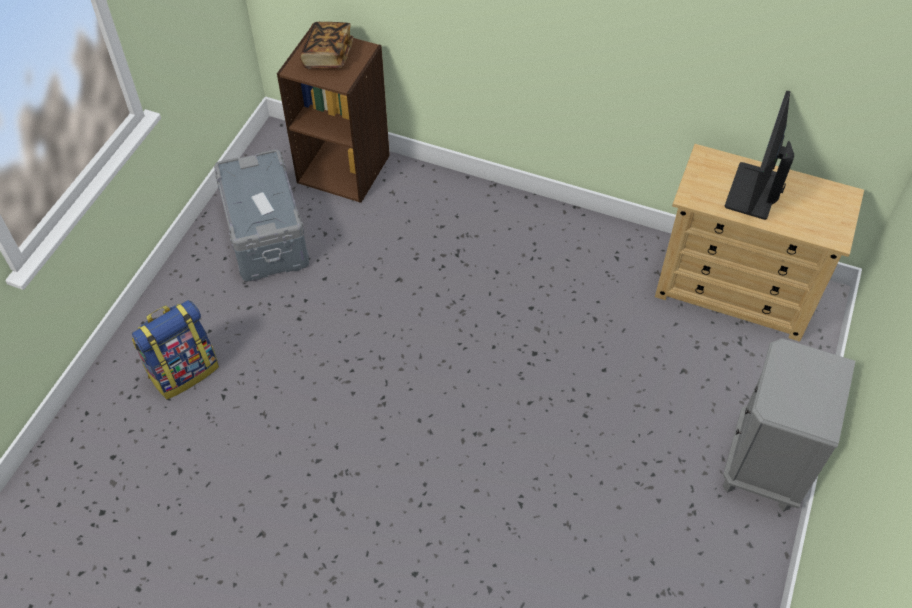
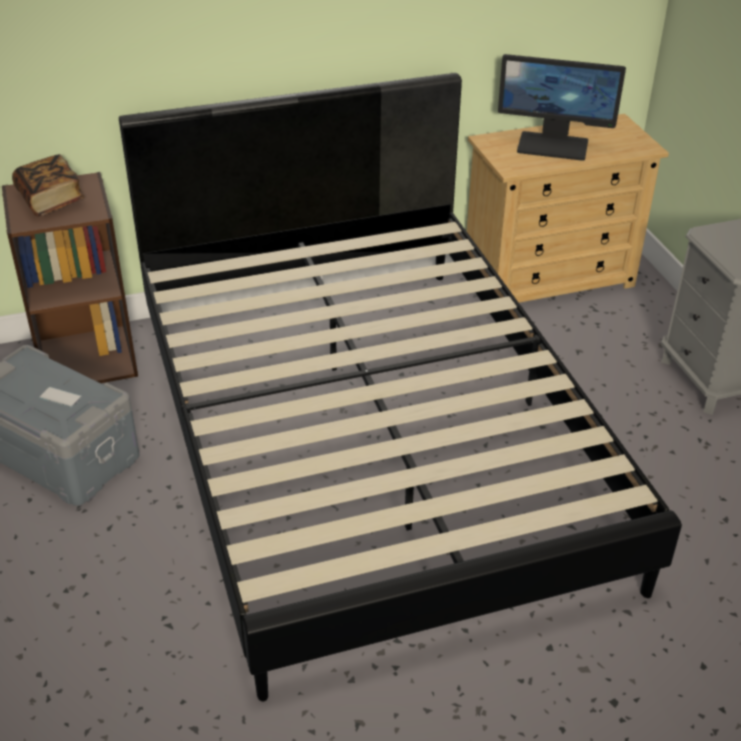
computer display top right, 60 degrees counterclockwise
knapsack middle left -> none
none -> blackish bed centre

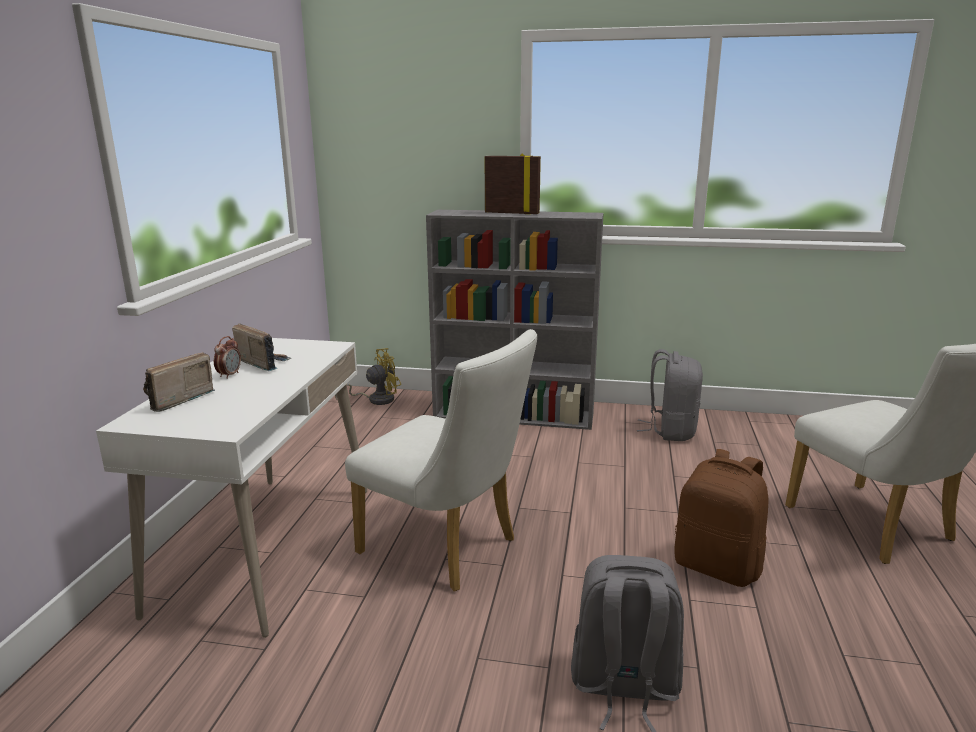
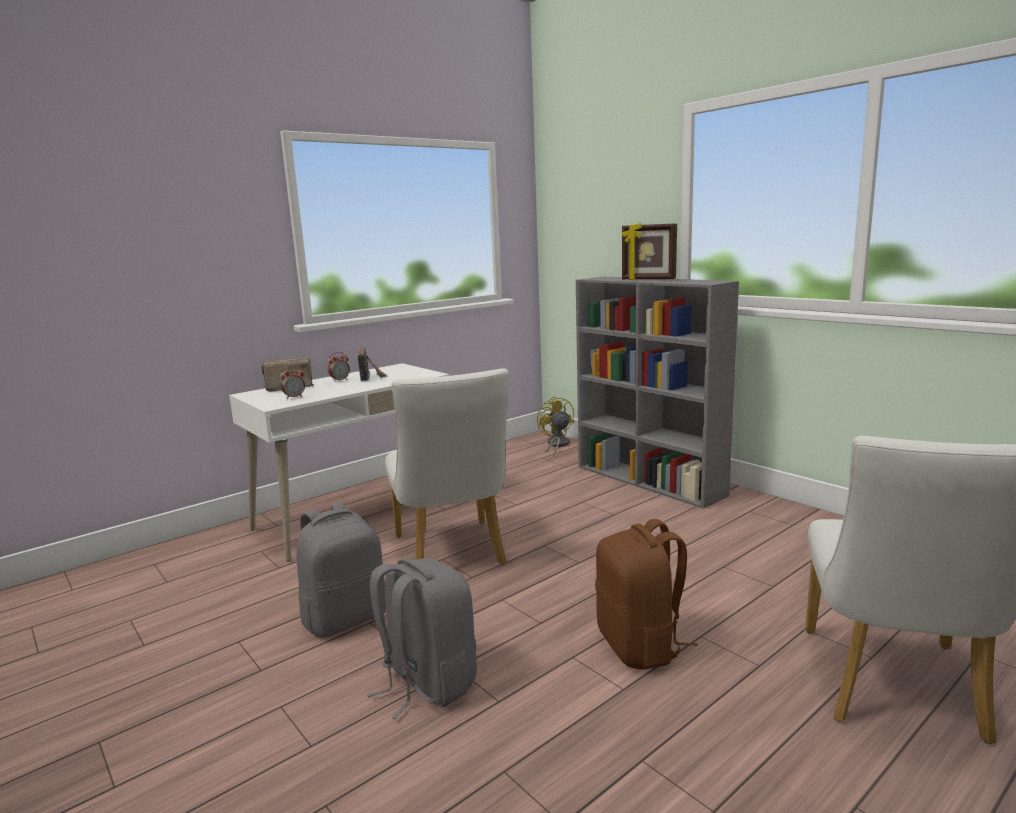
standing frame top centre, 150 degrees clockwise
yellowish cooling fan centre, 120 degrees counterclockwise
gray knapsack (no. 2 from left in the first image) middle right -> gray knapsack (no. 1 from left) bottom centre, relocated
none -> table clock (no. 1 from left) middle left

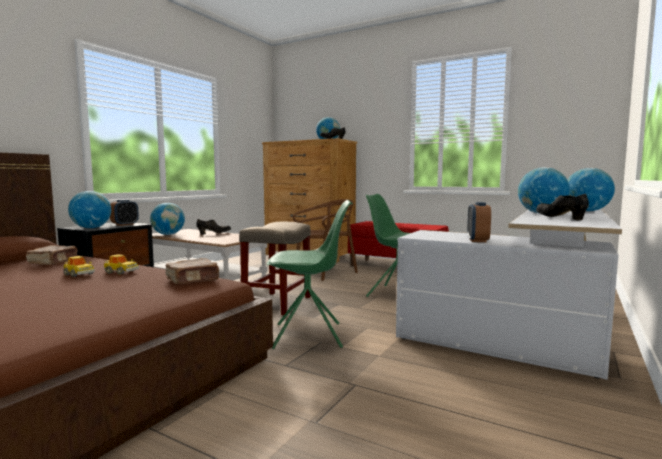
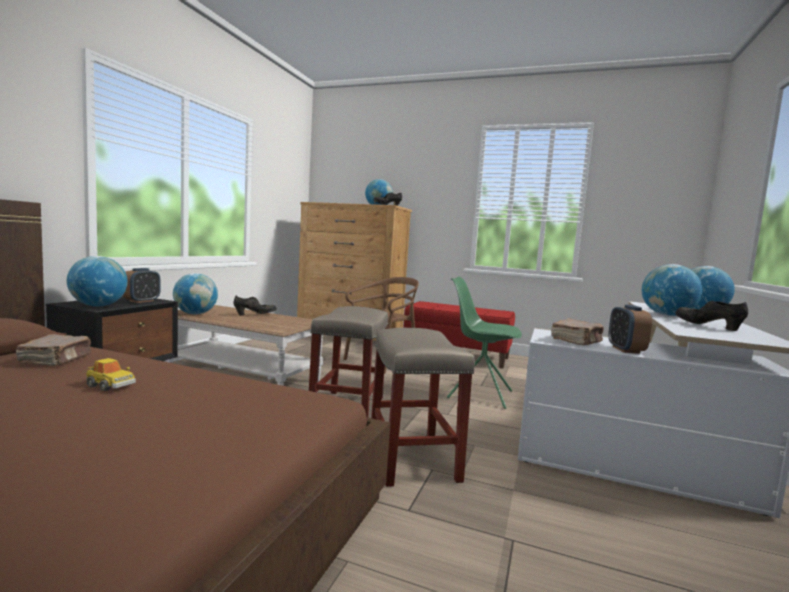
greenish chair (no. 1 from left) centre -> sand-coloured sitting stool (no. 2 from left) bottom centre
toy car (no. 2 from left) middle left -> none
brownish bound book (no. 2 from left) middle left -> brownish bound book (no. 2 from left) middle right, relocated

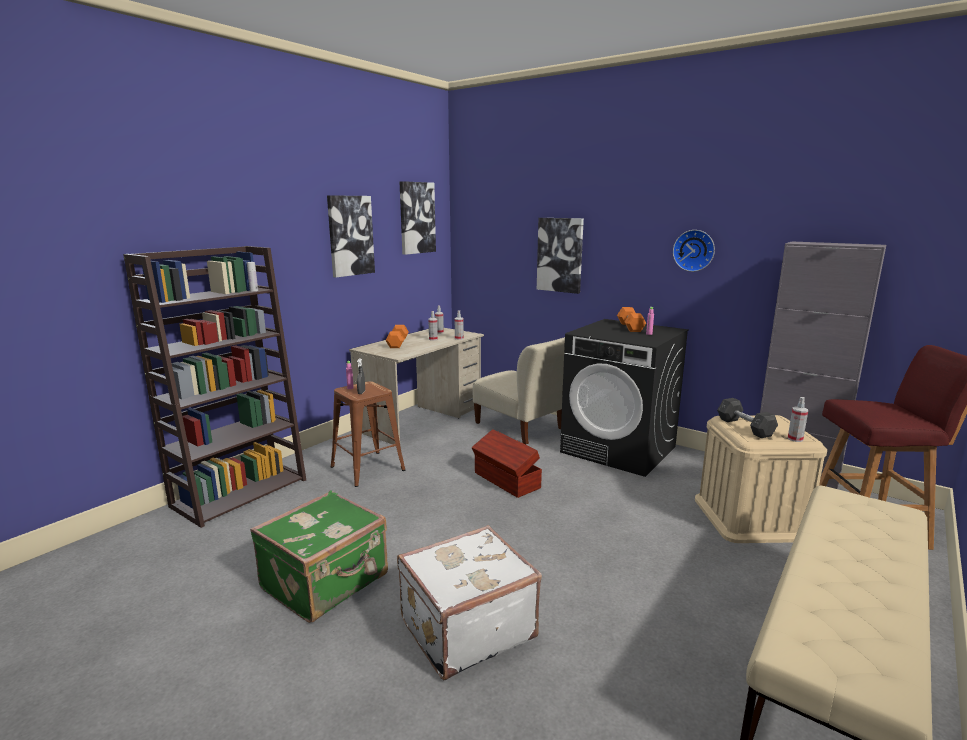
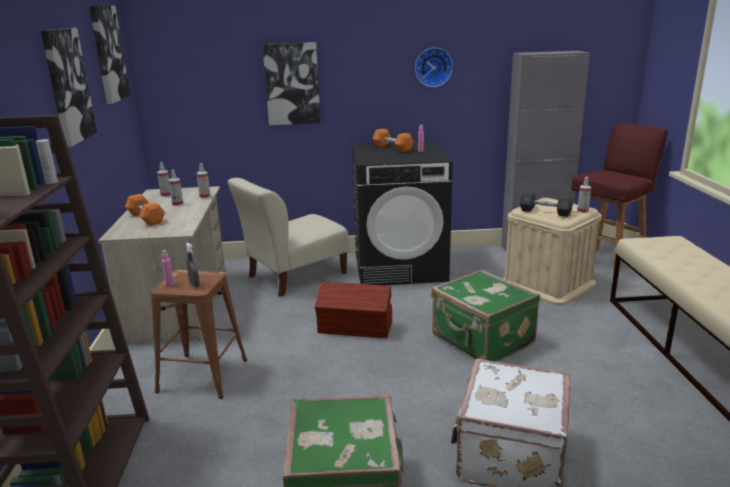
sand-coloured chair centre, 135 degrees clockwise
none -> greenish travel case (no. 2 from left) centre

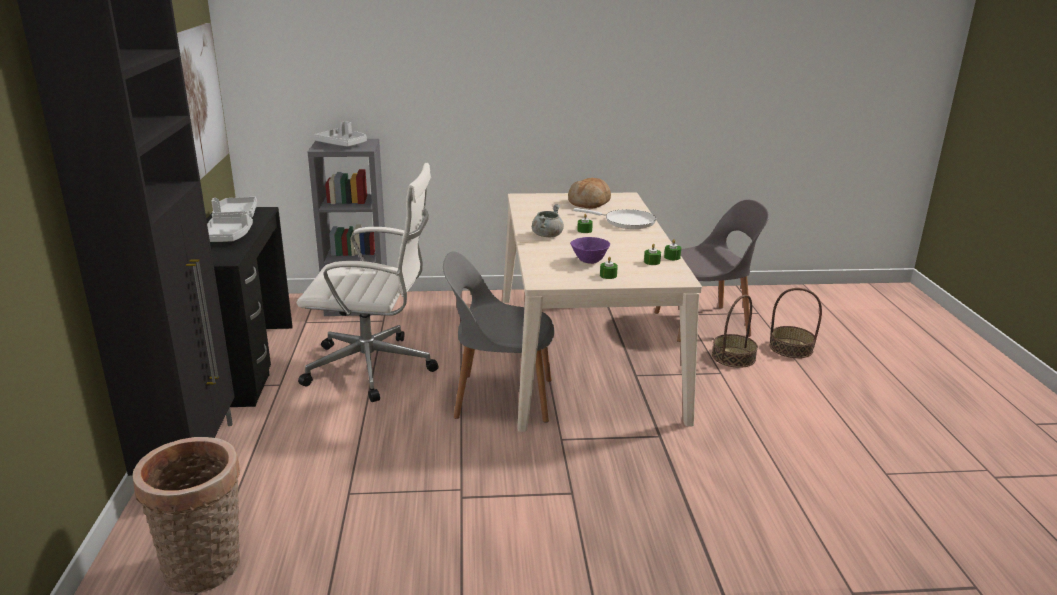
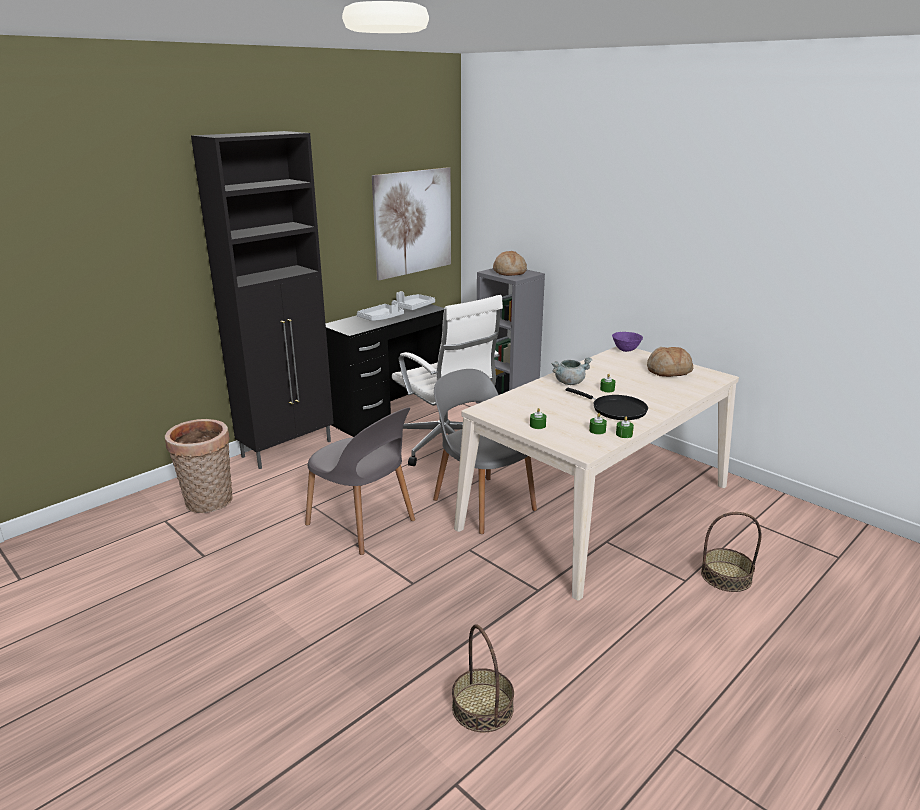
gray tray (no. 3 from left) top left -> bakery bread (no. 1 from left) top centre
gray chair (no. 2 from left in the first image) middle right -> gray chair (no. 1 from left) centre, relocated
white skillet centre -> none
purplish deep dish centre -> purplish deep dish middle right, relocated
household basket (no. 3 from left in the first image) middle right -> household basket (no. 2 from left) bottom centre, relocated
none -> blackish skillet centre

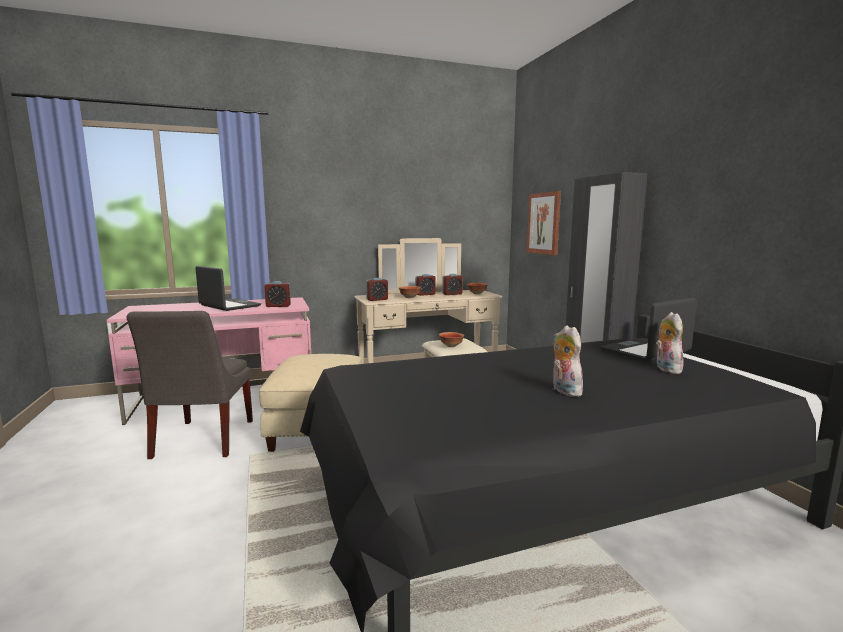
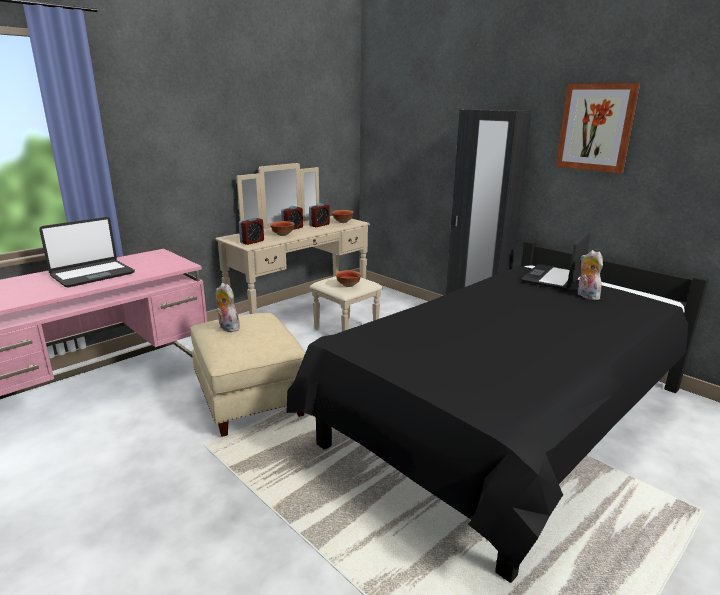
picture centre -> picture top right, relocated
laptop (no. 1 from left) middle left, 120 degrees clockwise
table clock (no. 1 from left) middle left -> none
gray chair middle left -> none
soft toy (no. 1 from left) middle right -> soft toy (no. 1 from left) middle left, relocated

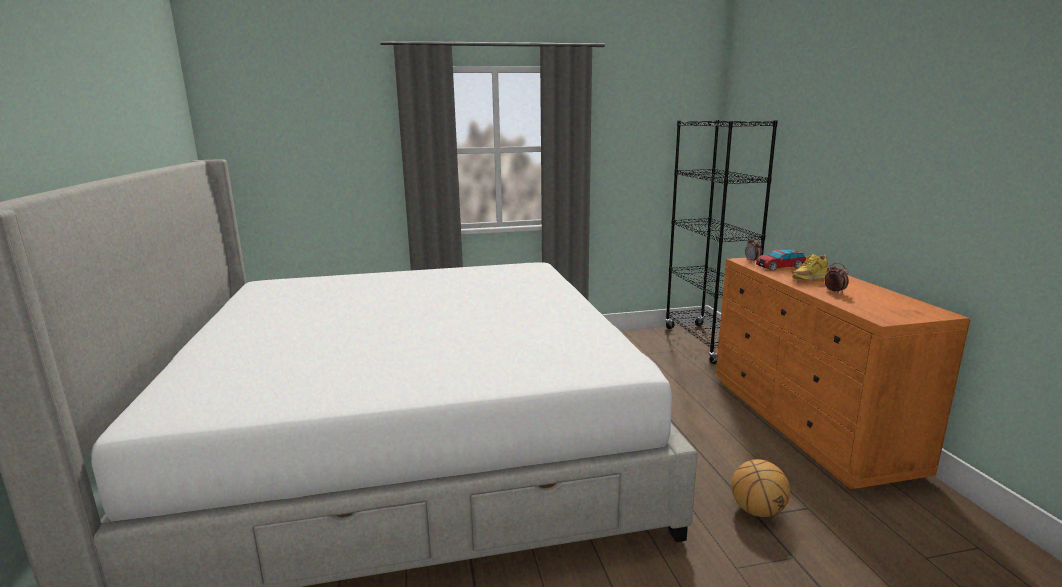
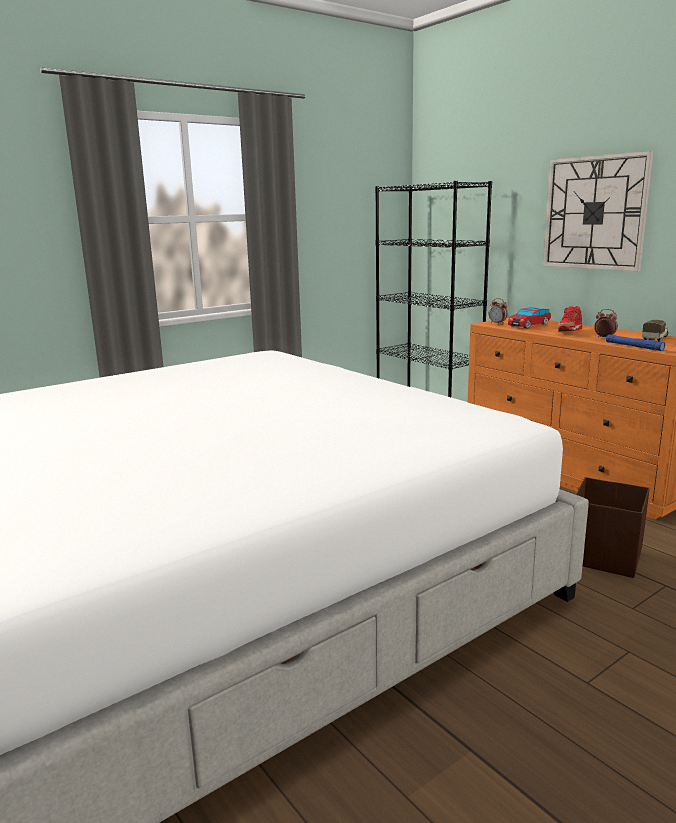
yellowish item of footwear middle right -> reddish item of footwear middle right
basketball ball bottom right -> brownish storage bin middle right
none -> clock on the wall top right
none -> toy lorry middle right
none -> bluish hand torch middle right

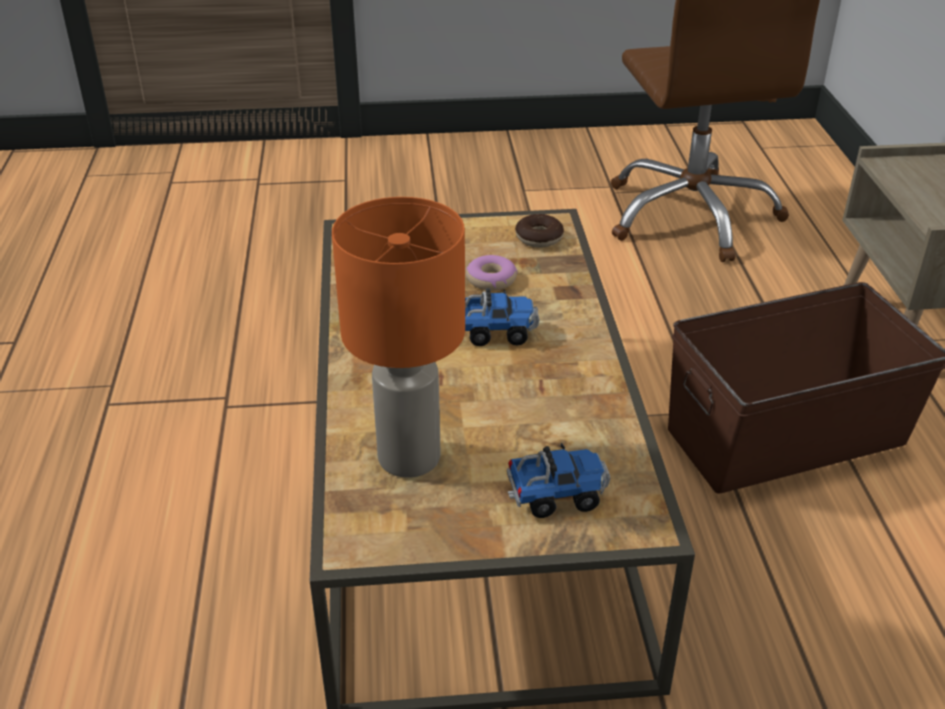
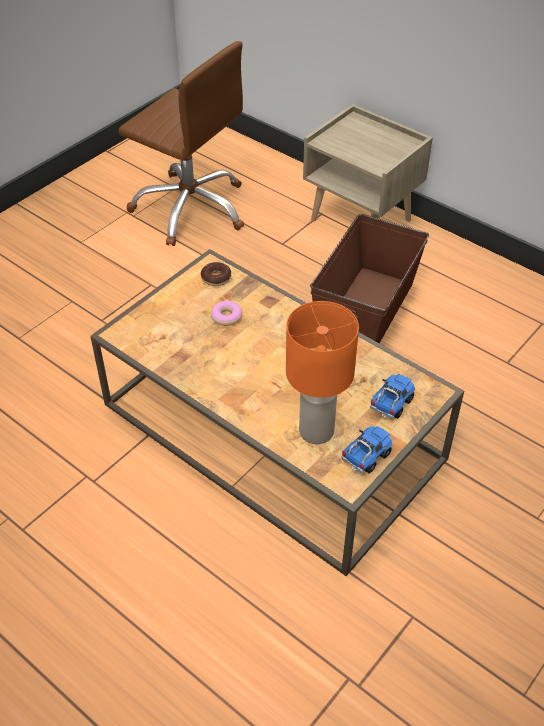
toy lorry (no. 1 from left) centre -> toy lorry (no. 1 from left) middle right, relocated

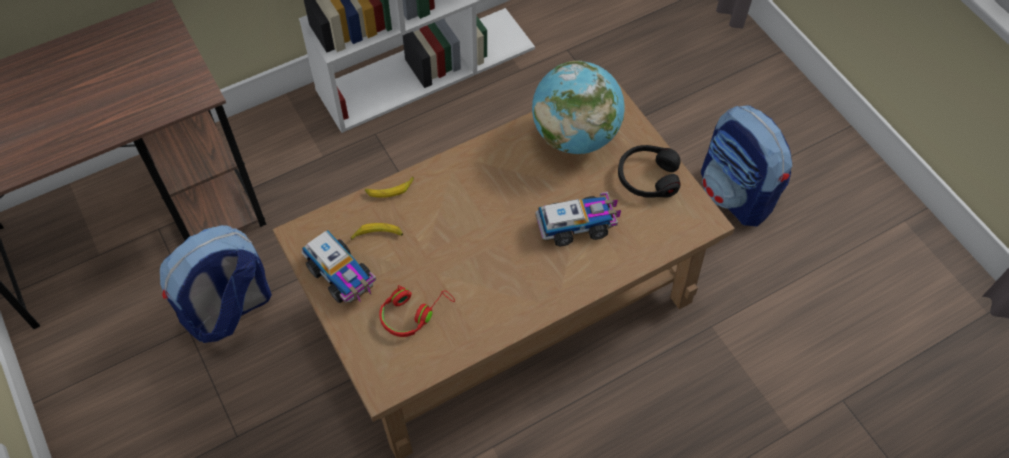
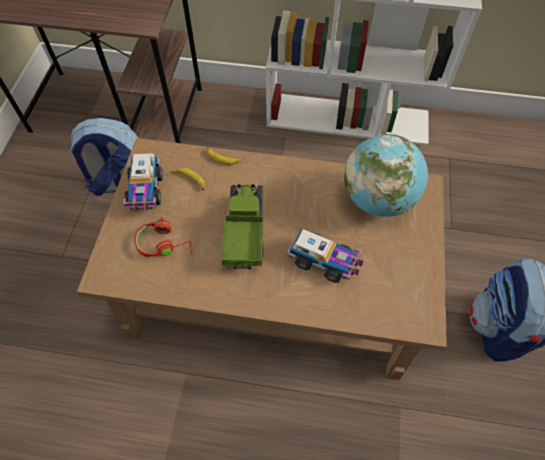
blackish pair of headphones centre -> none
none -> toy lorry (no. 2 from left) centre

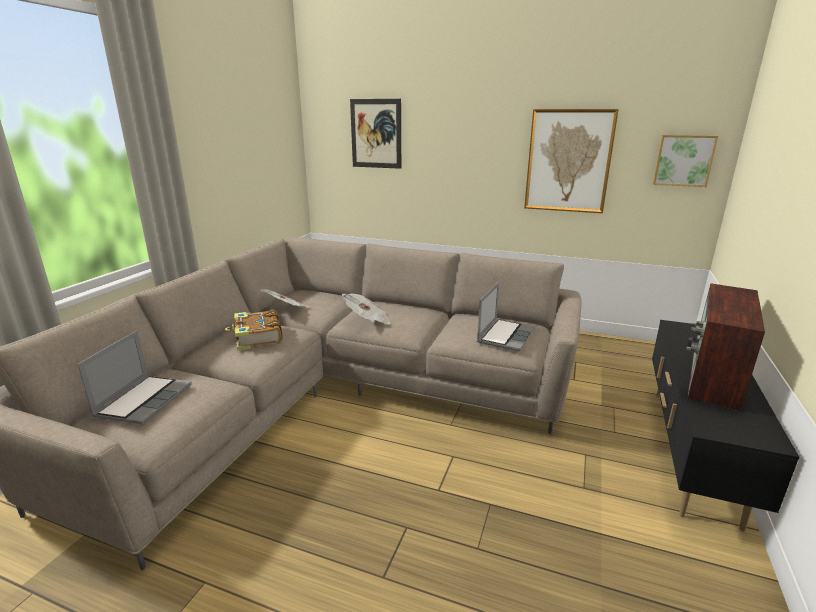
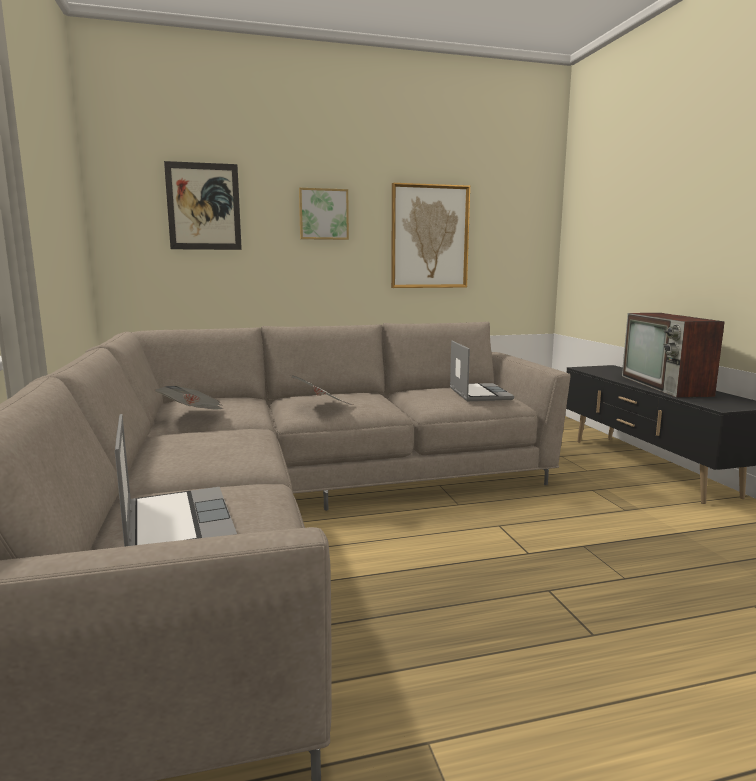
picture (no. 3 from left in the first image) top right -> picture (no. 2 from left) top centre, relocated
bound book middle left -> none

